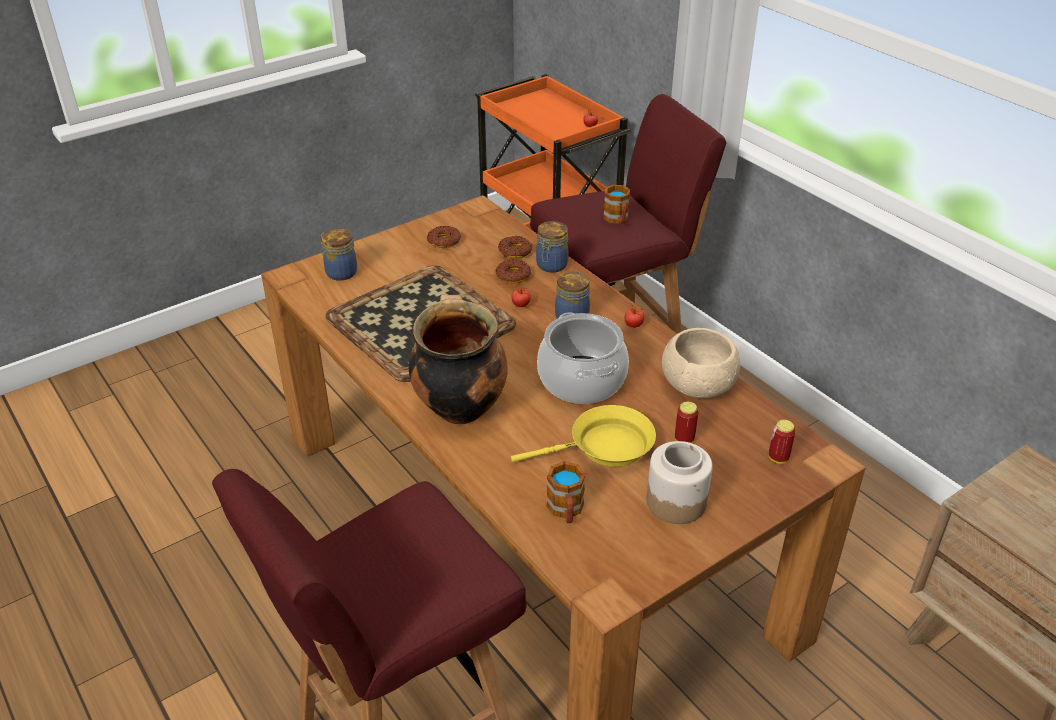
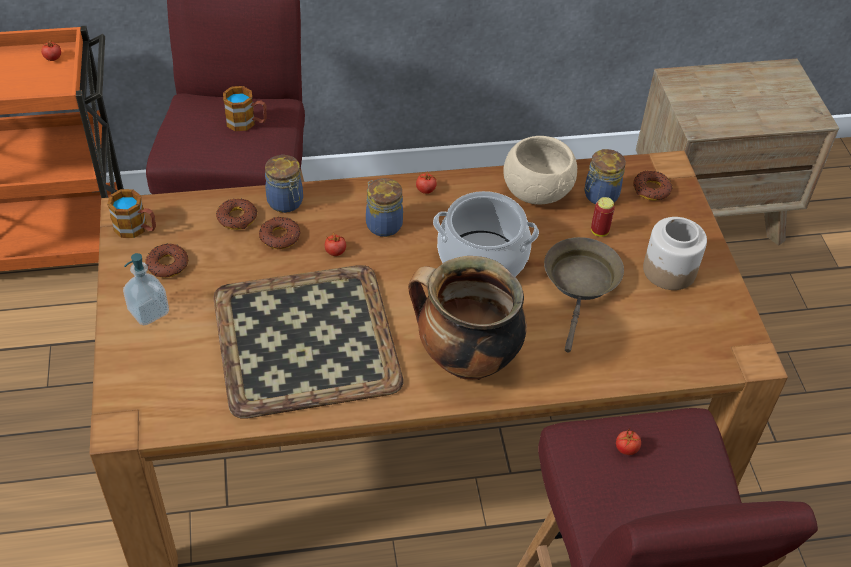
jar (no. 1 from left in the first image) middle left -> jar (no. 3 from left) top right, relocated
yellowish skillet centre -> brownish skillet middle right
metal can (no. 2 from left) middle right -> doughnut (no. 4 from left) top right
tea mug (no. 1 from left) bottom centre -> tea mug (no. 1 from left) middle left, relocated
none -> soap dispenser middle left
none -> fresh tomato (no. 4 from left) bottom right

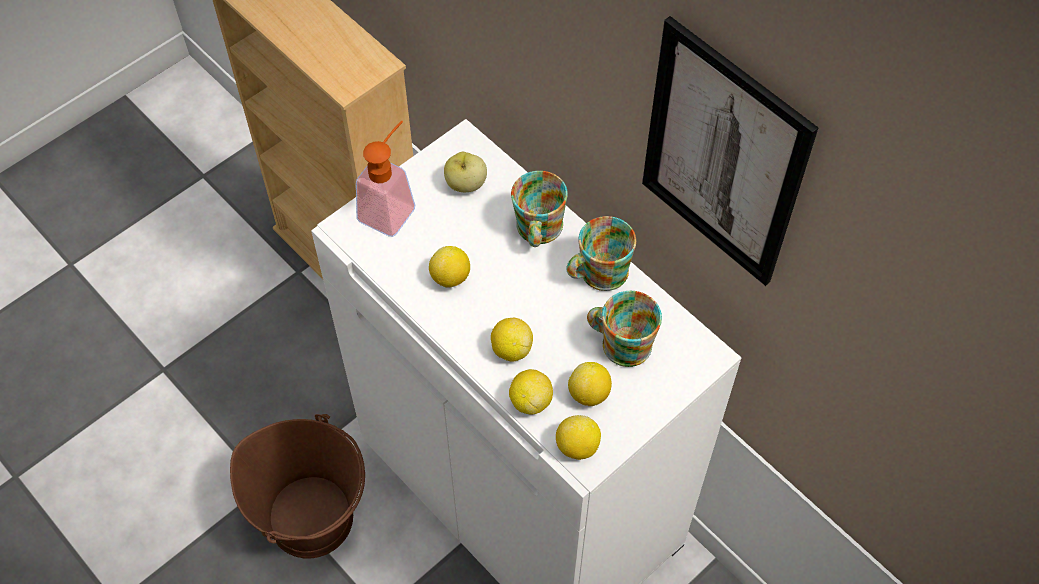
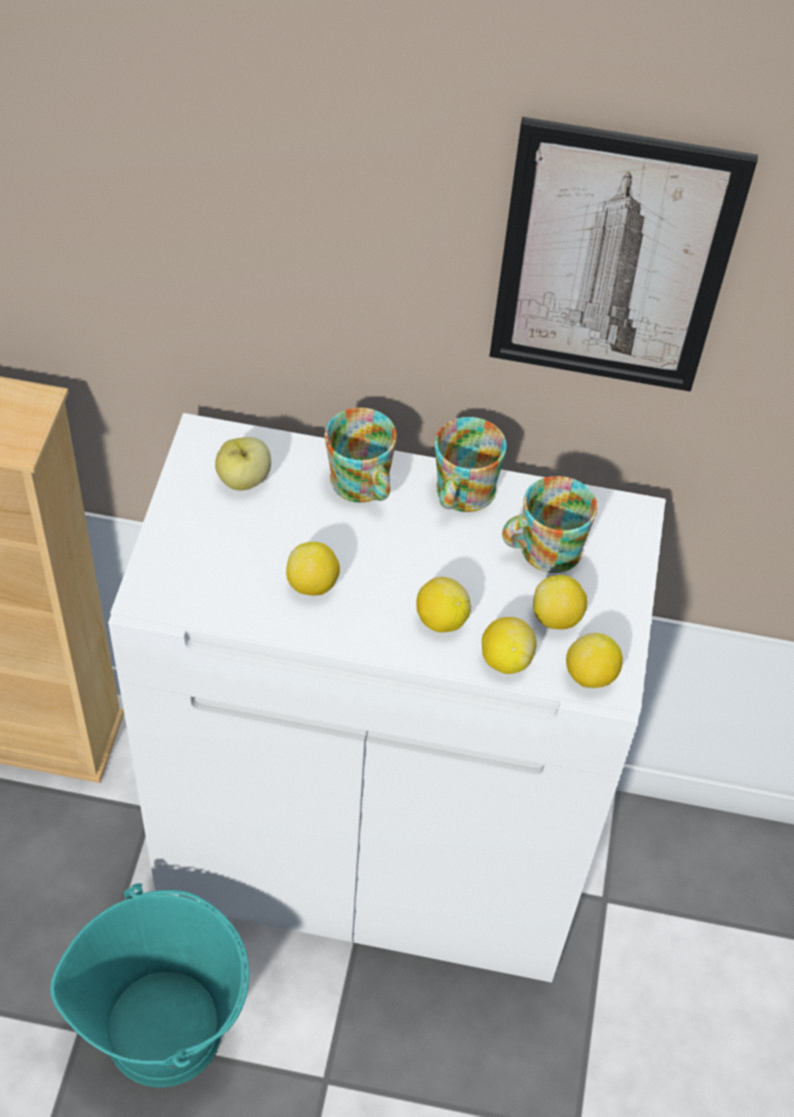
soap dispenser top centre -> none
brownish pail bottom left -> turquoise pail bottom left

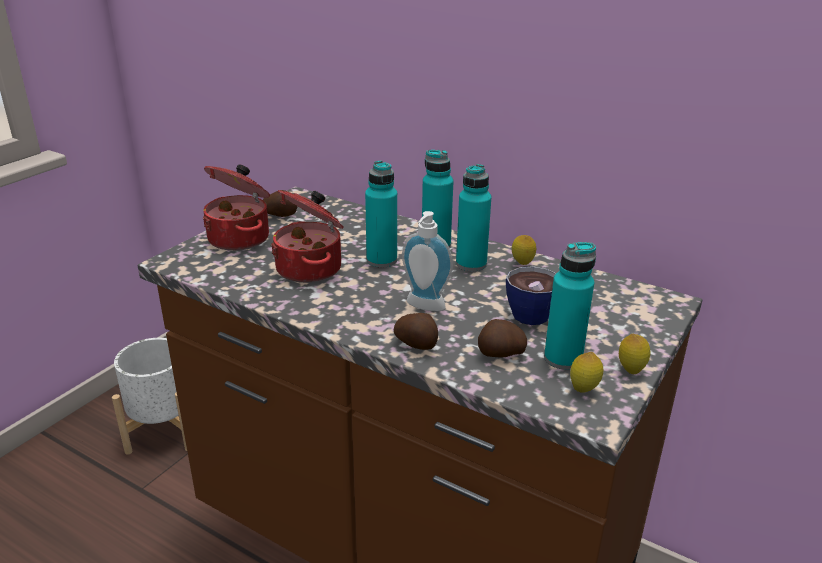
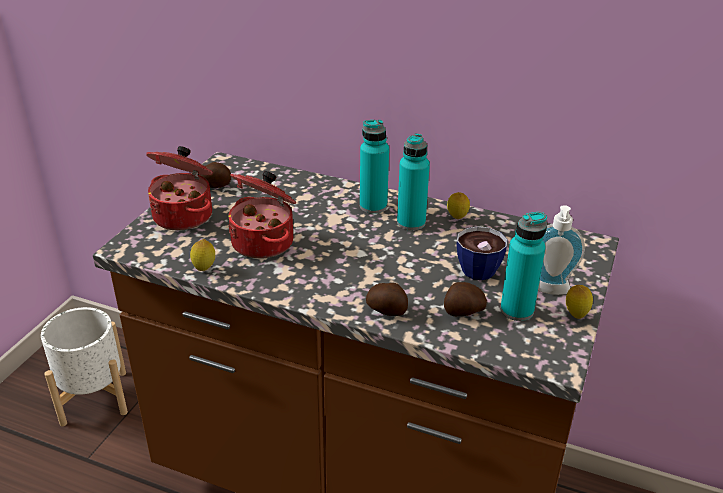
turquoise bottle (no. 1 from left) centre -> none
soap dispenser centre -> soap dispenser middle right, relocated
lemon (no. 2 from left in the first image) middle right -> lemon (no. 1 from left) middle left, relocated

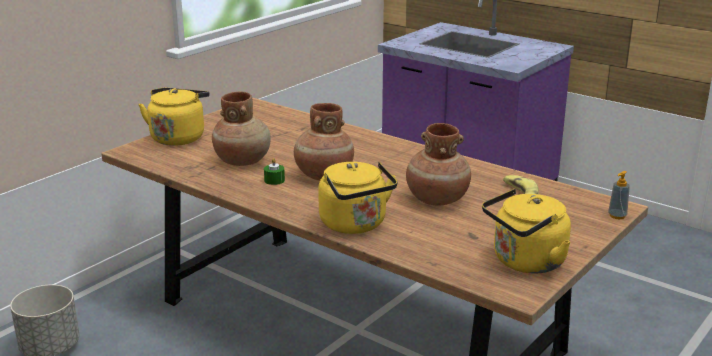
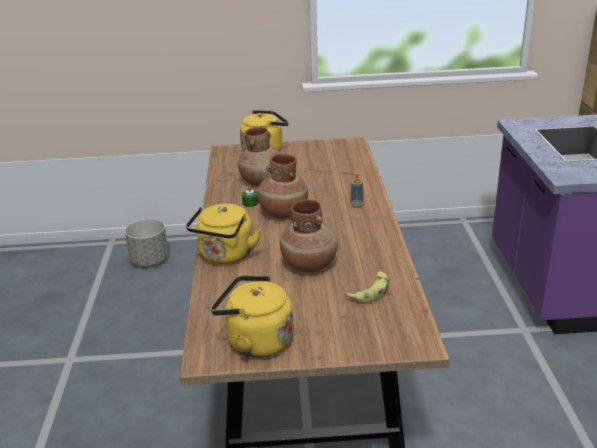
soap dispenser middle right -> soap dispenser centre, relocated

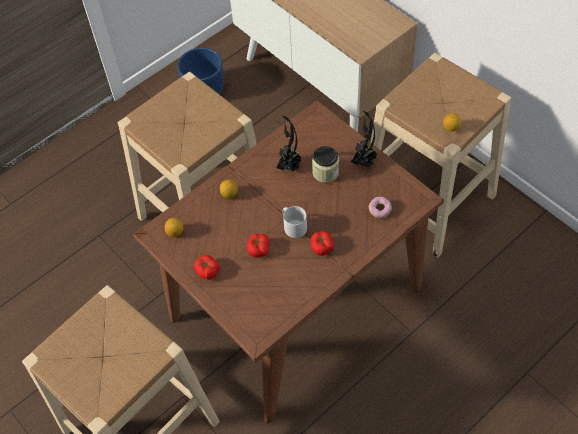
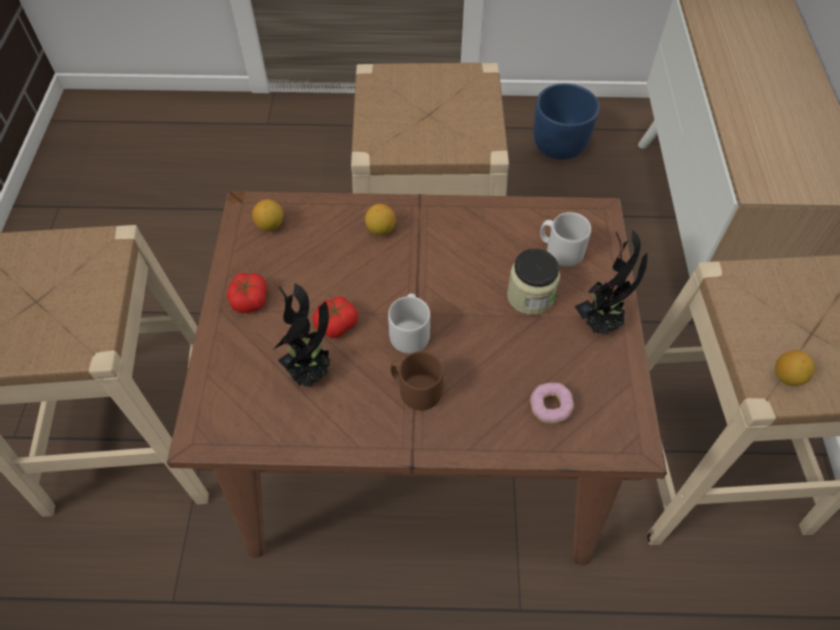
plant in a pot (no. 1 from left) top centre -> plant in a pot (no. 1 from left) centre, relocated
fresh tomato (no. 3 from left) centre -> brownish tea mug centre
none -> gray tea mug (no. 2 from left) middle right

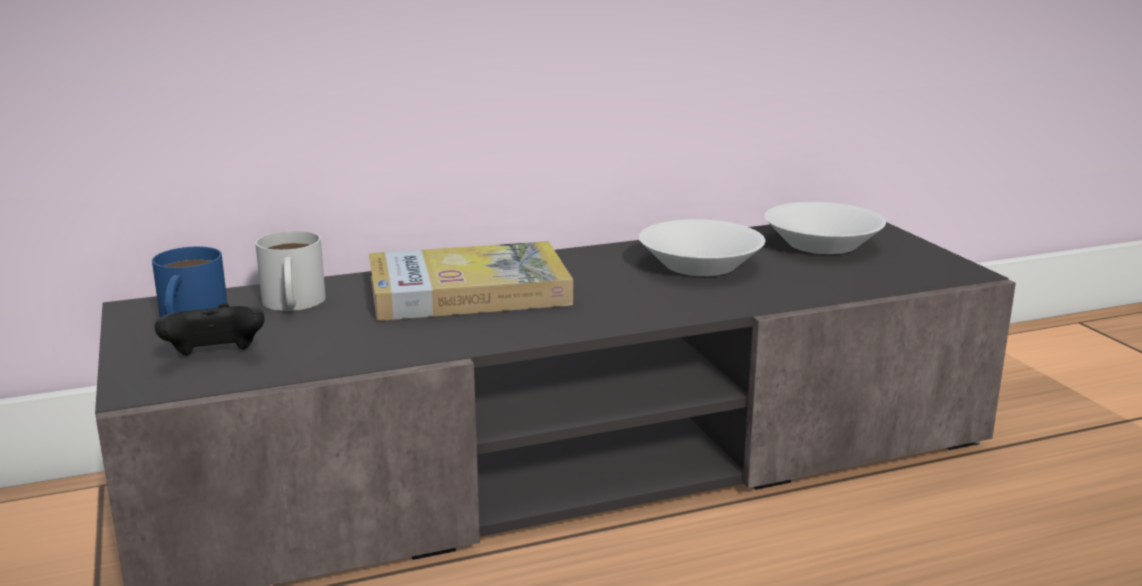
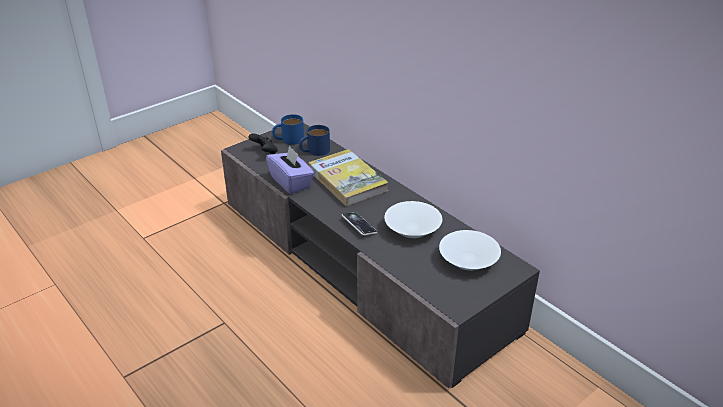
white tea mug middle left -> bluish tea mug (no. 2 from left) centre
none -> purplish tissue holder centre
none -> telephone centre

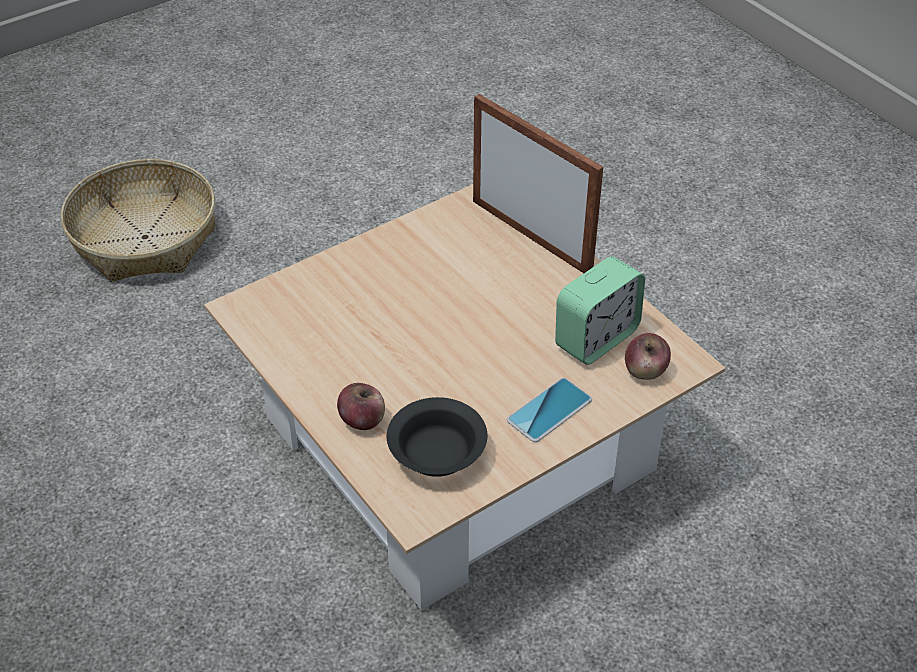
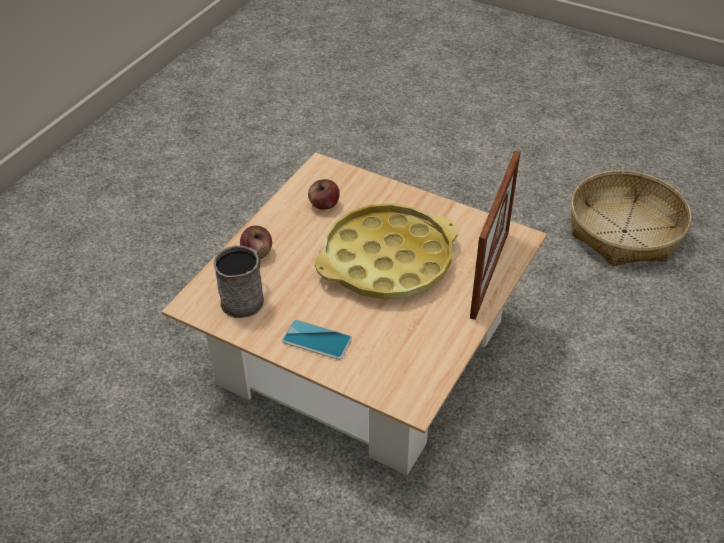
household basket top left -> household basket middle right, relocated
table clock centre -> none
apple fruit (no. 2 from left) middle right -> apple fruit (no. 2 from left) centre, relocated
blackish deep dish centre -> gray tea mug middle left
none -> yellowish tray centre

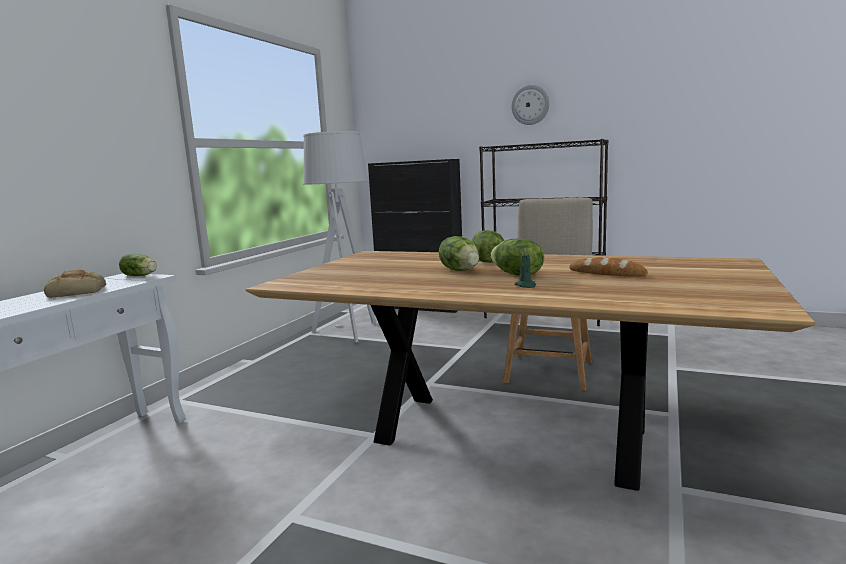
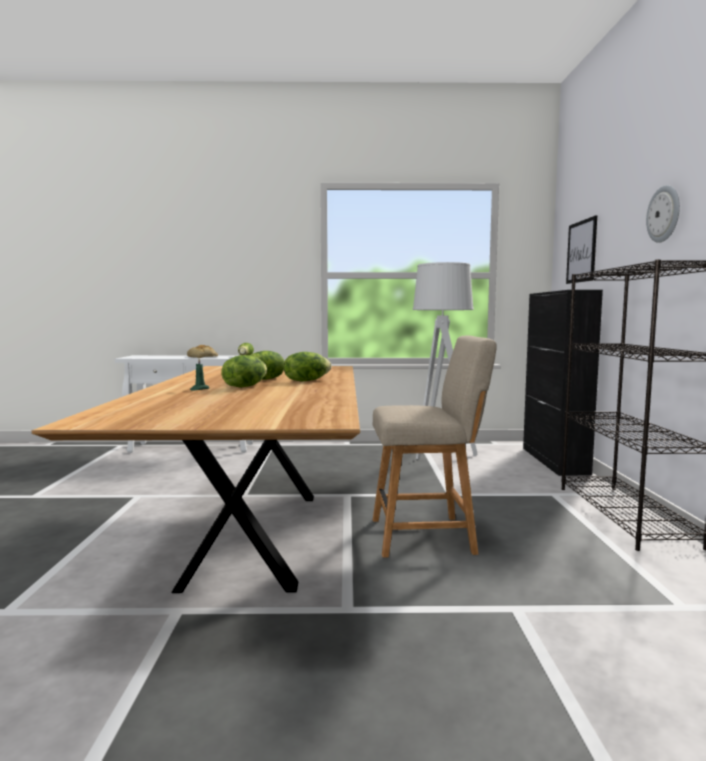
bakery bread (no. 2 from left) middle right -> none
none -> picture top right

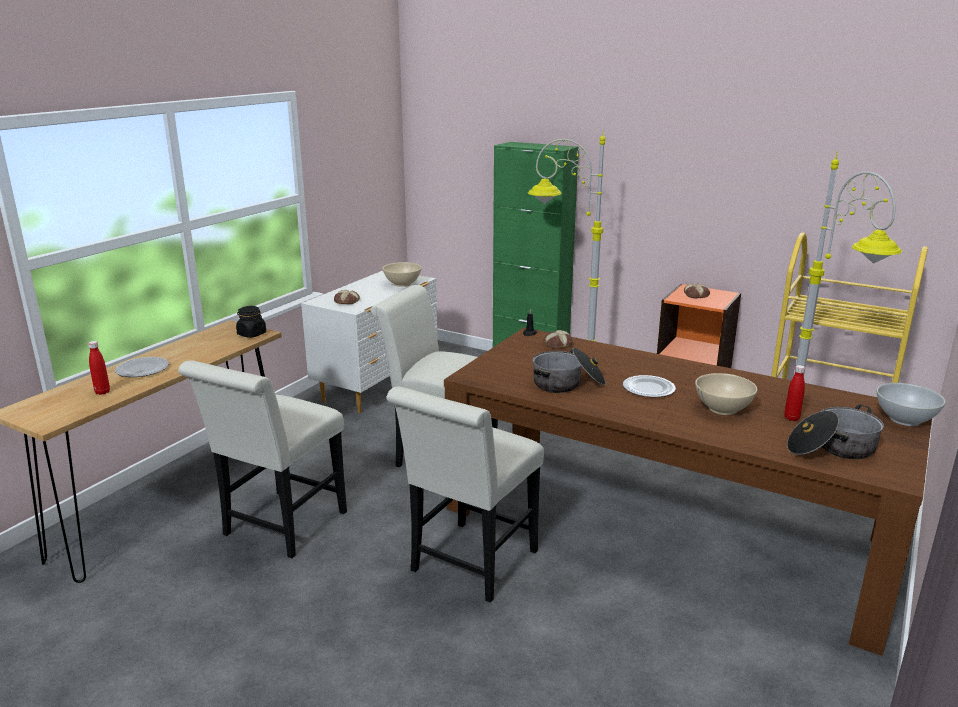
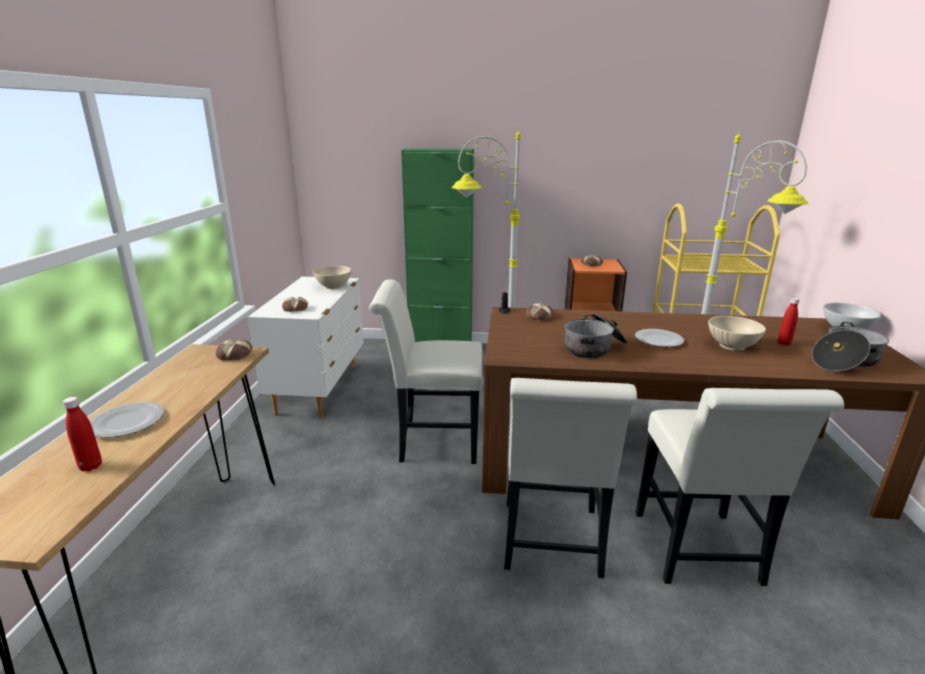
blackish jar middle left -> bakery bread (no. 1 from left) middle left
white chair (no. 1 from left in the first image) middle left -> white chair (no. 3 from left) bottom right, relocated

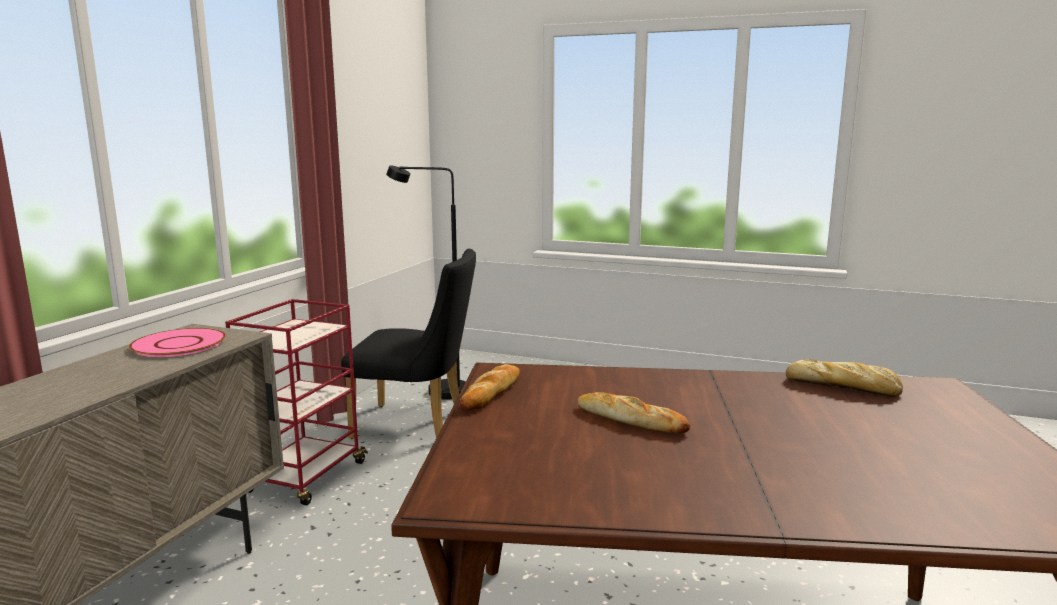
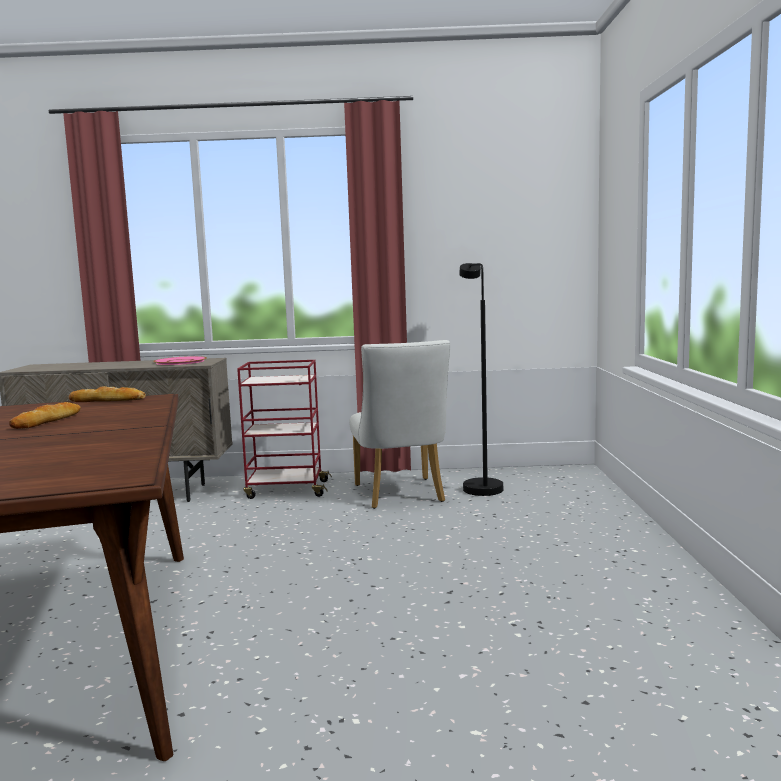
blackish chair centre -> white chair centre
bakery bread (no. 3 from left) middle right -> none

